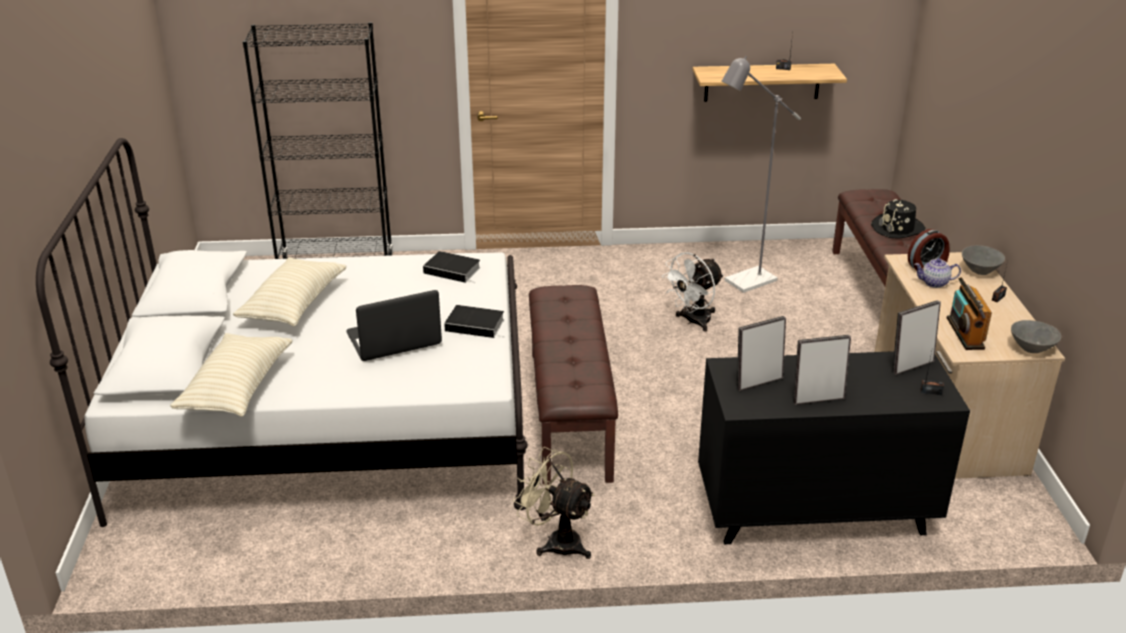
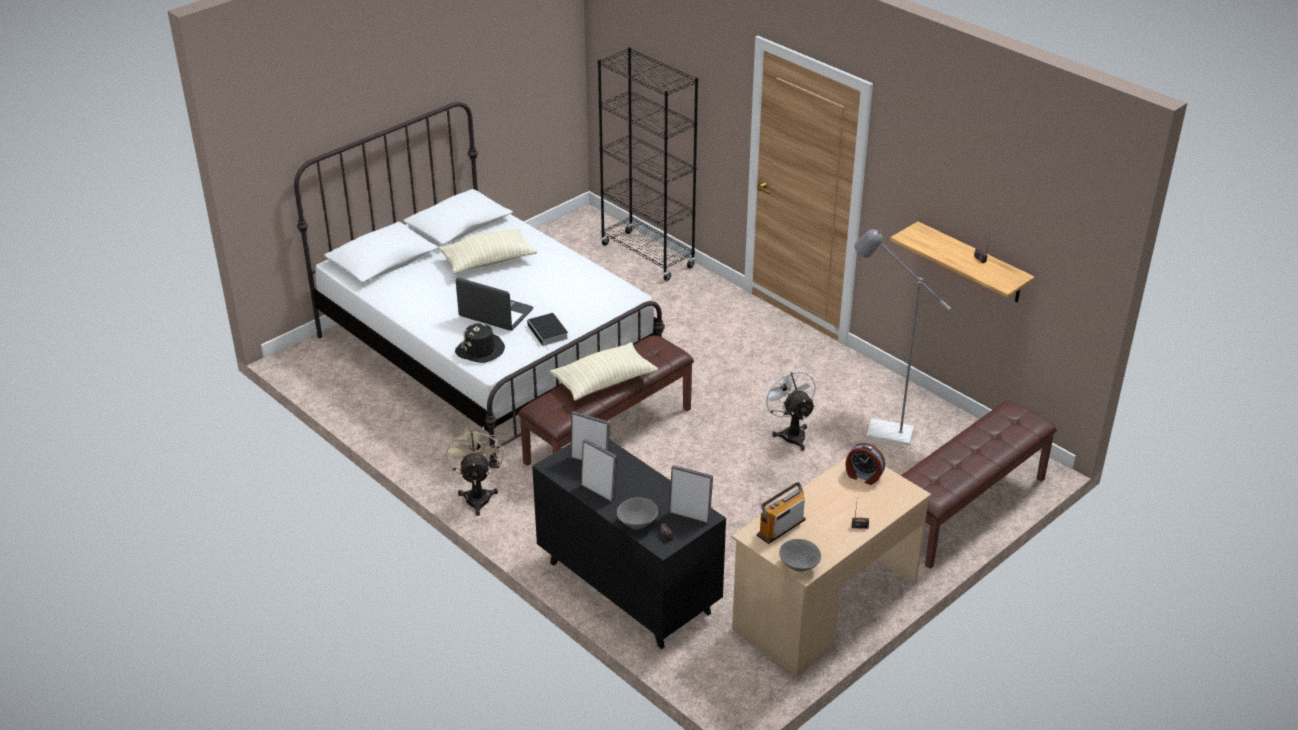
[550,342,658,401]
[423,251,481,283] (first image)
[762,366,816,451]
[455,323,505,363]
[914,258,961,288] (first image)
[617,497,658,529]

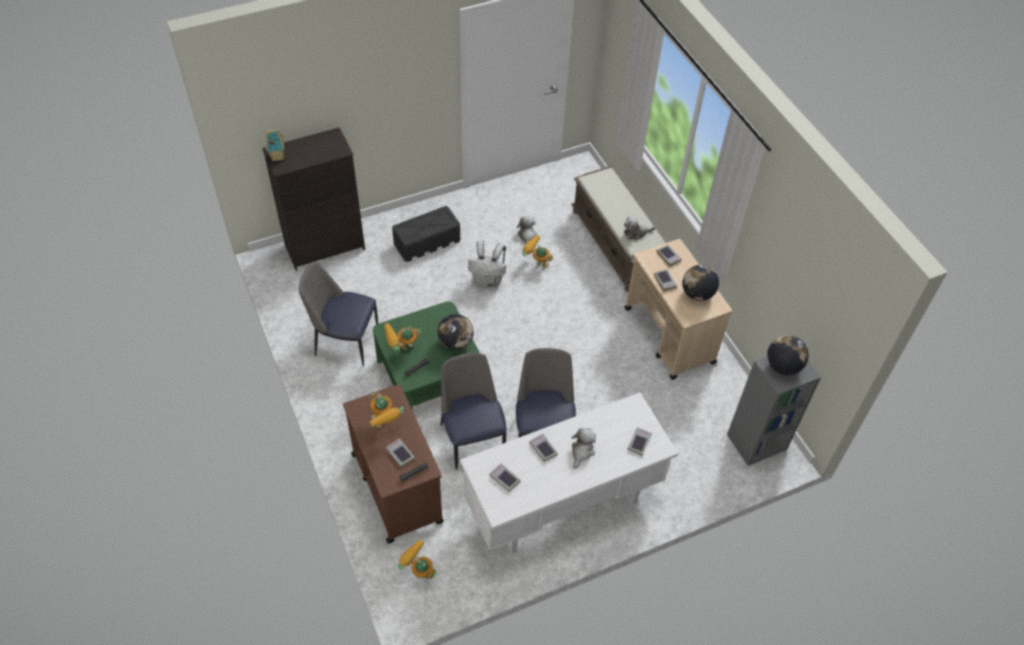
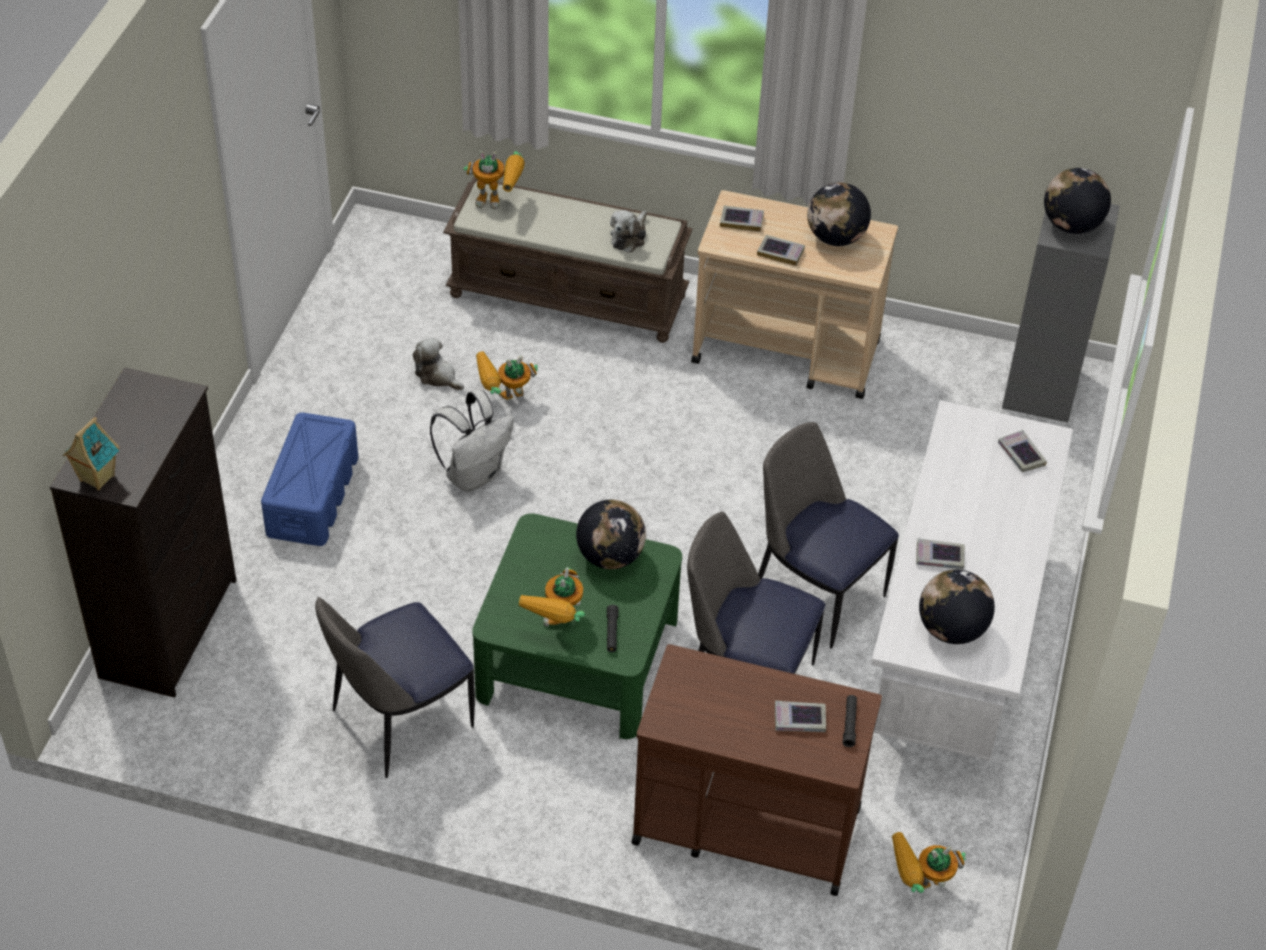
[463,151,525,209]
[261,412,358,546]
[919,569,995,644]
[572,428,596,469] (first image)

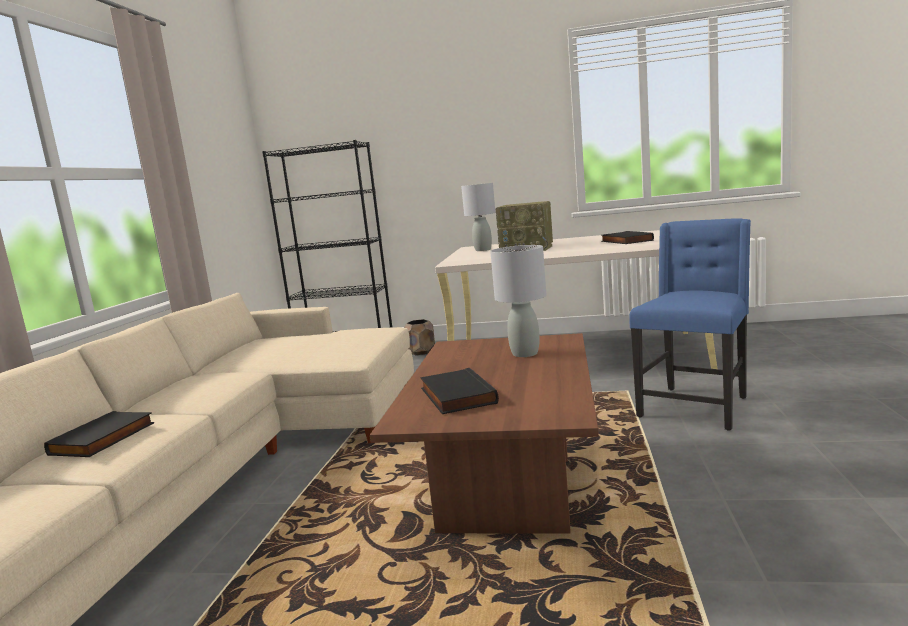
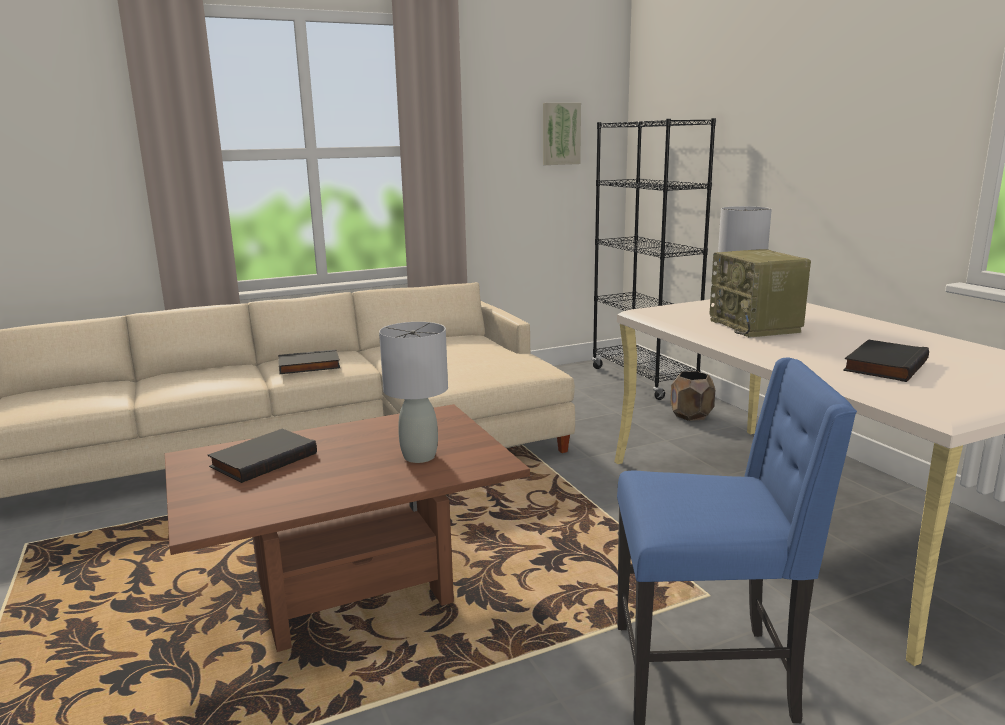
[278,349,340,374]
[543,103,581,165]

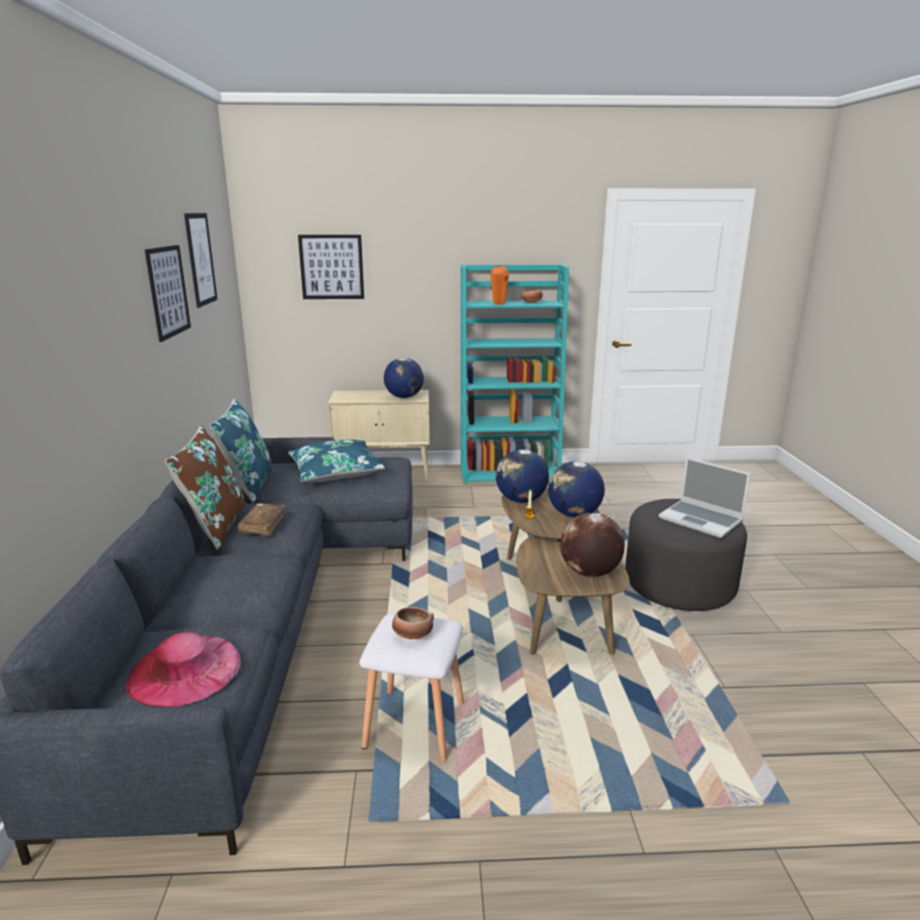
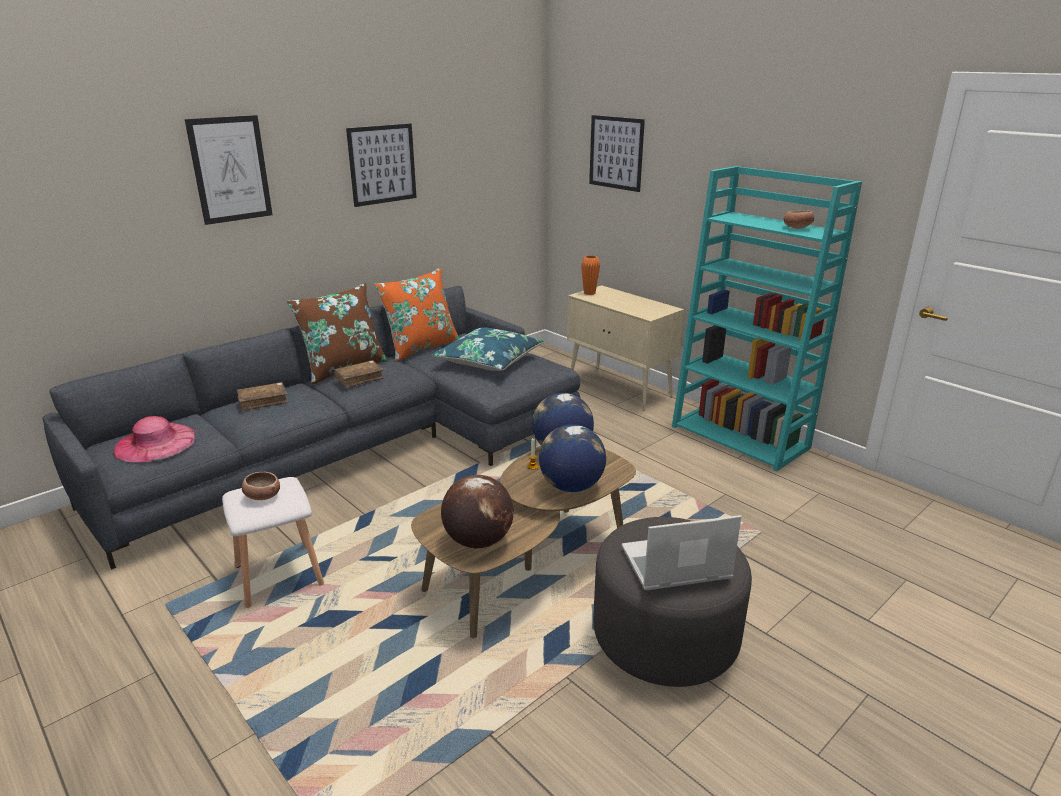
[185,115,273,225]
[374,268,459,362]
[384,358,424,398] (first image)
[581,255,600,295]
[622,515,741,590]
[237,382,288,411]

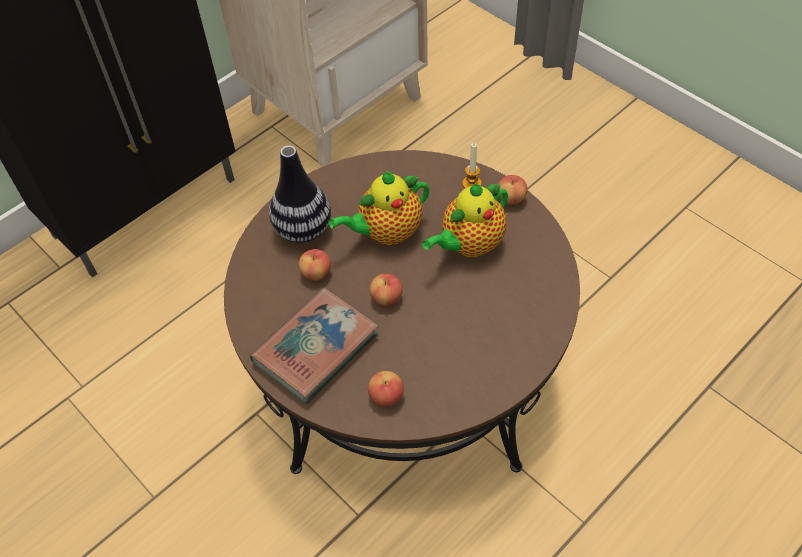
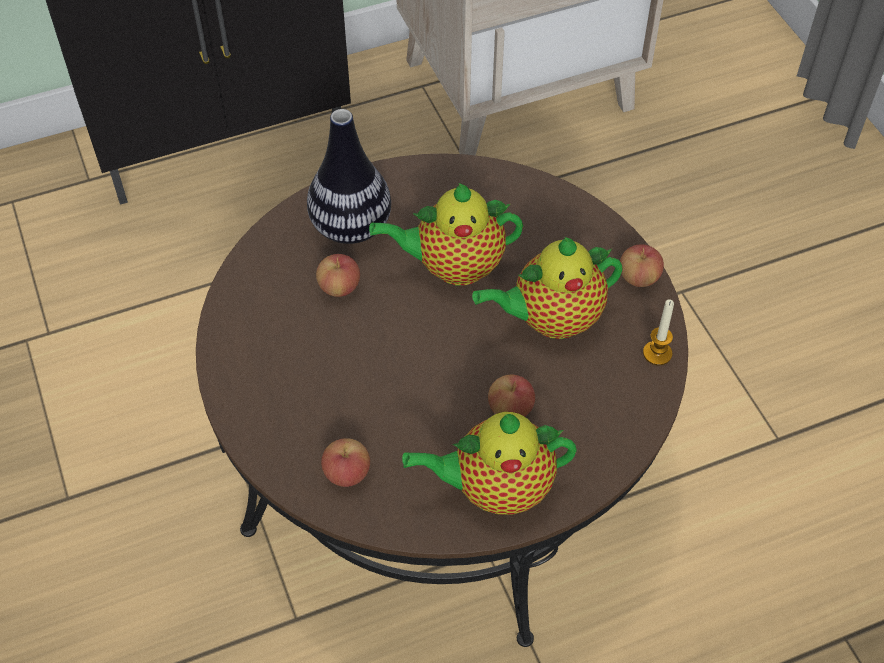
[250,288,378,404] (first image)
[488,374,535,417]
[643,299,674,365]
[402,412,577,515]

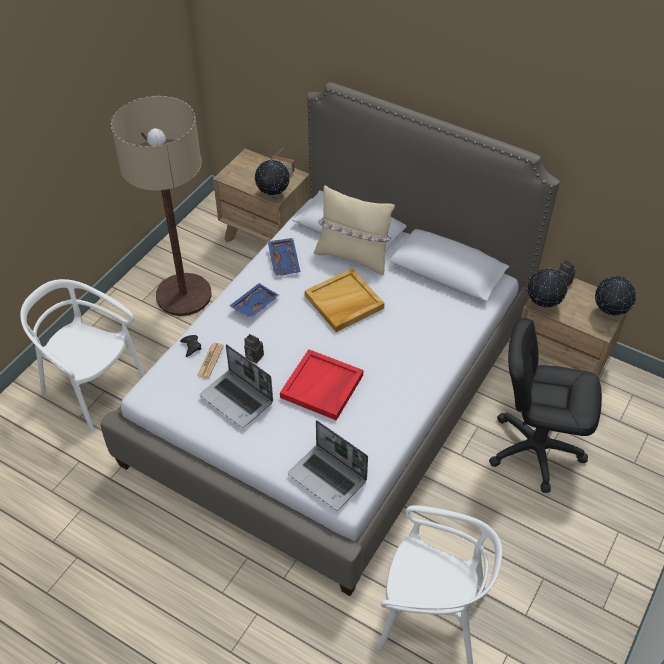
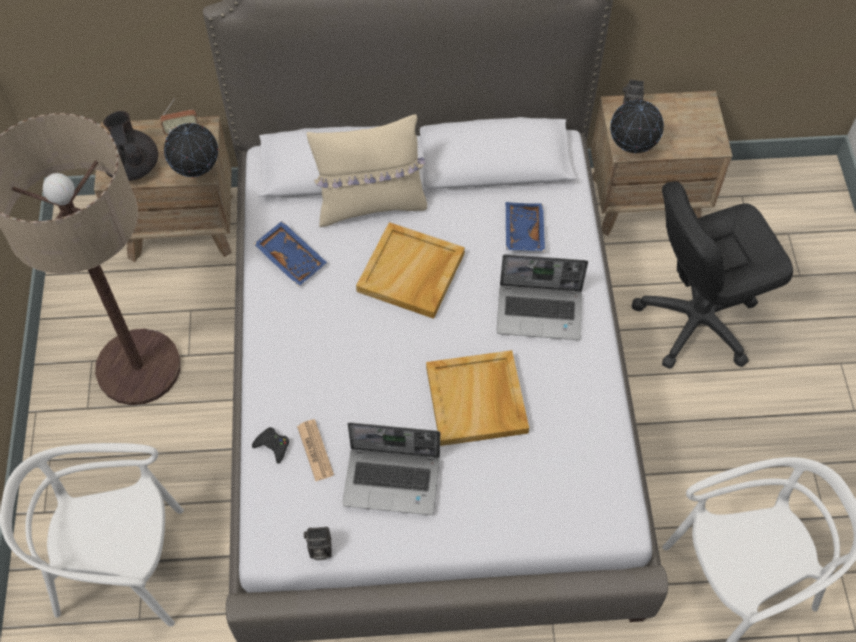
[506,202,545,251]
[304,527,332,560]
[426,350,529,446]
[497,254,588,340]
[595,276,636,316] (first image)
[103,111,158,181]

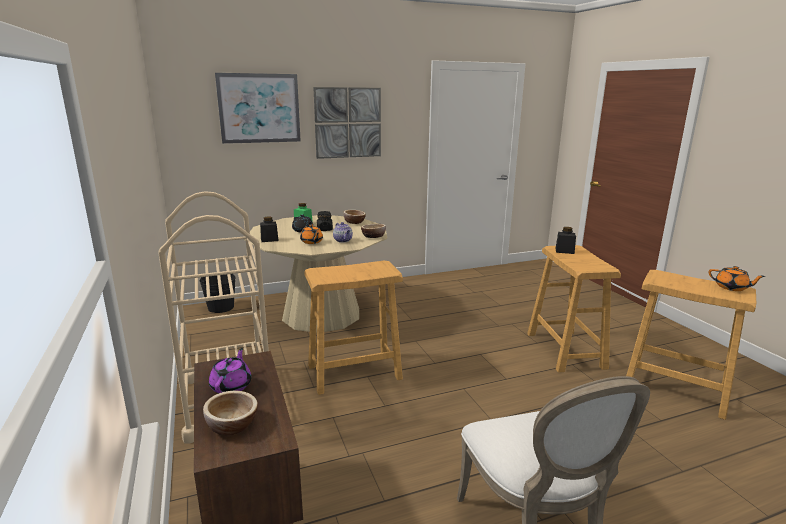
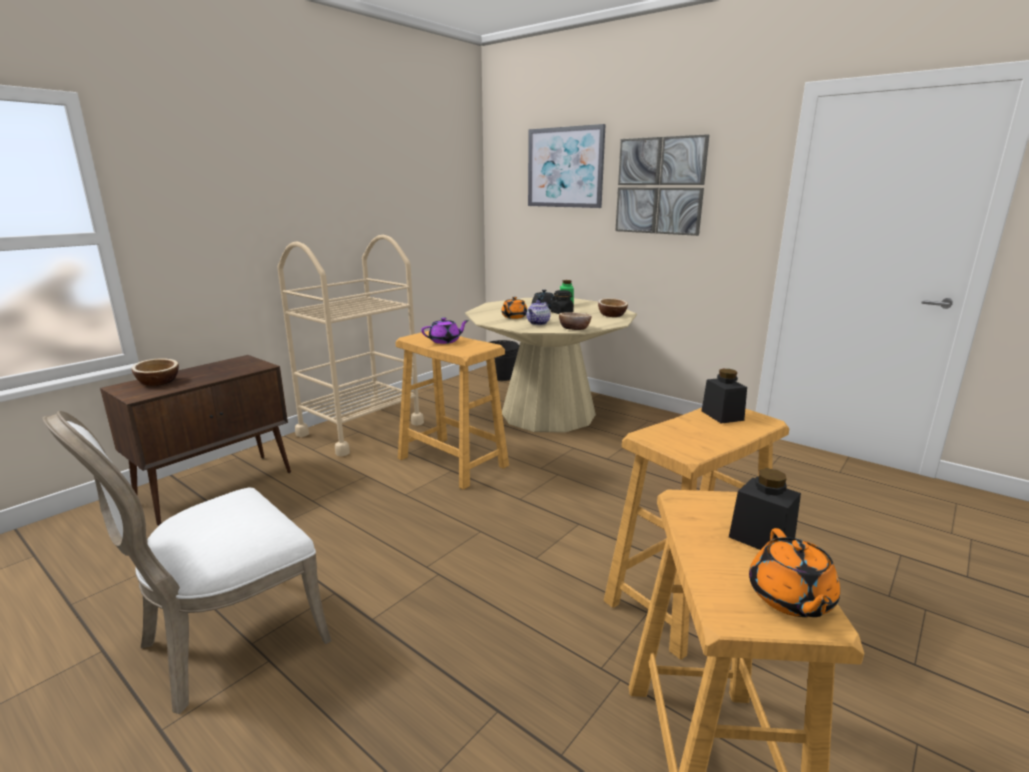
[421,317,469,344]
[729,468,801,550]

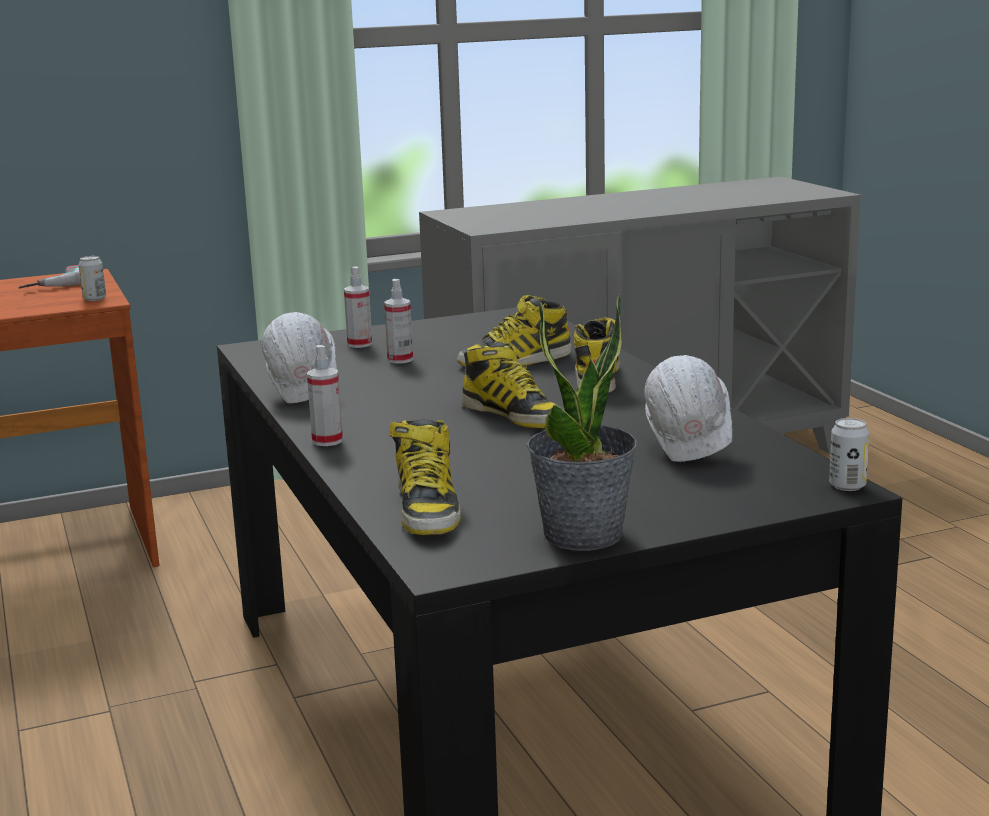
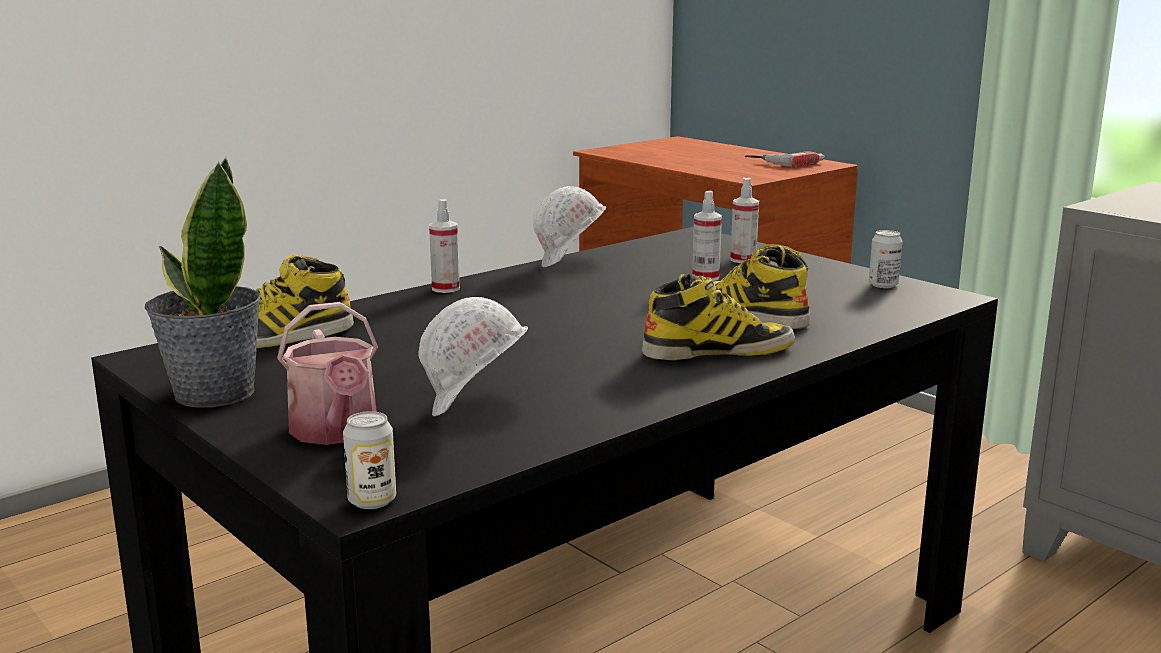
[869,230,902,288]
[461,342,565,428] (first image)
[277,302,378,445]

